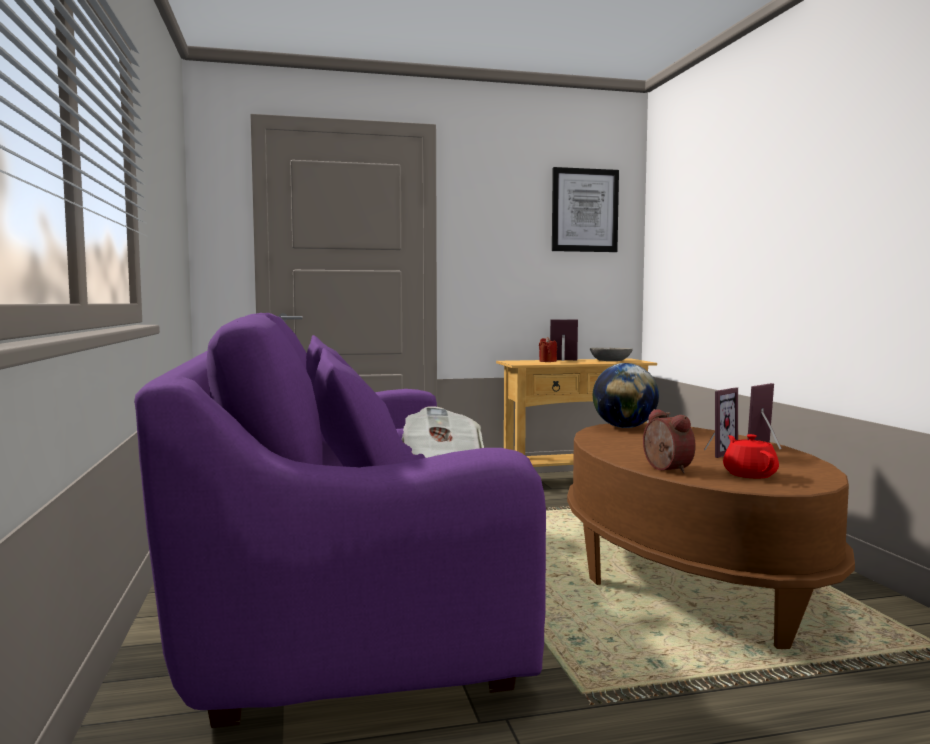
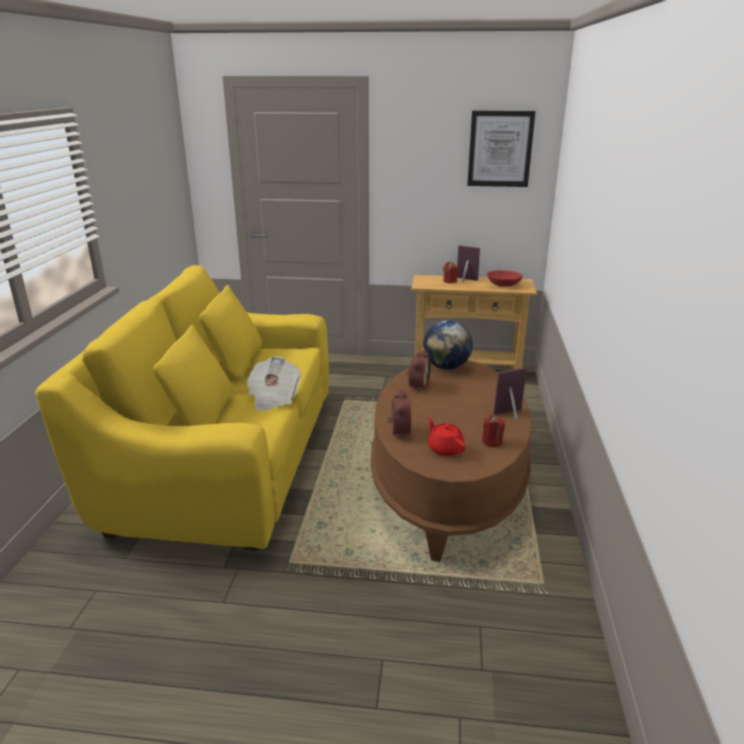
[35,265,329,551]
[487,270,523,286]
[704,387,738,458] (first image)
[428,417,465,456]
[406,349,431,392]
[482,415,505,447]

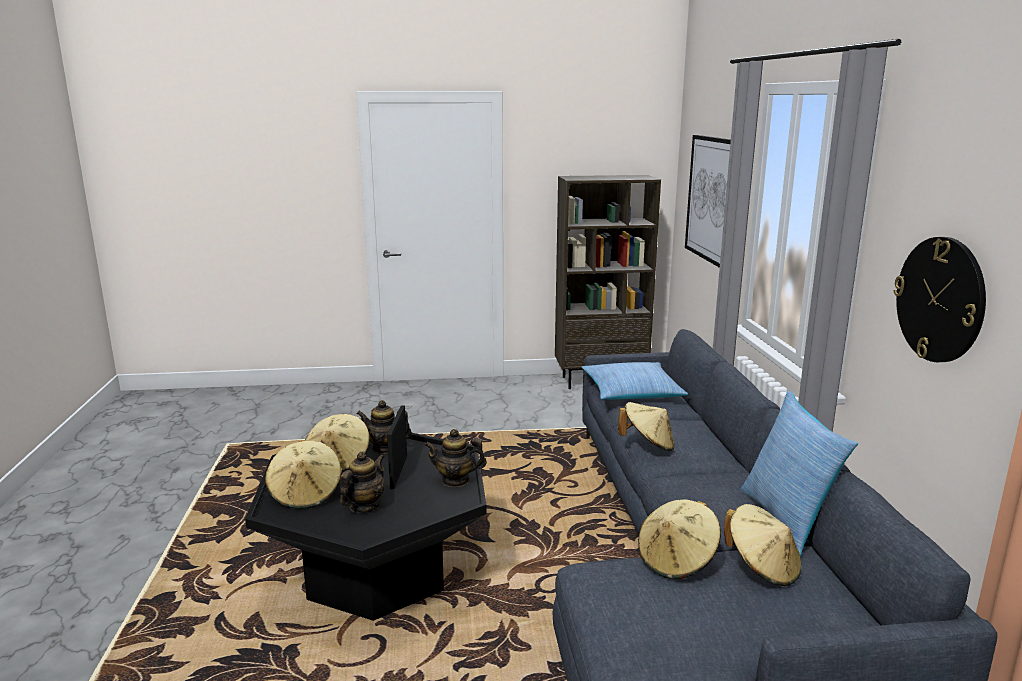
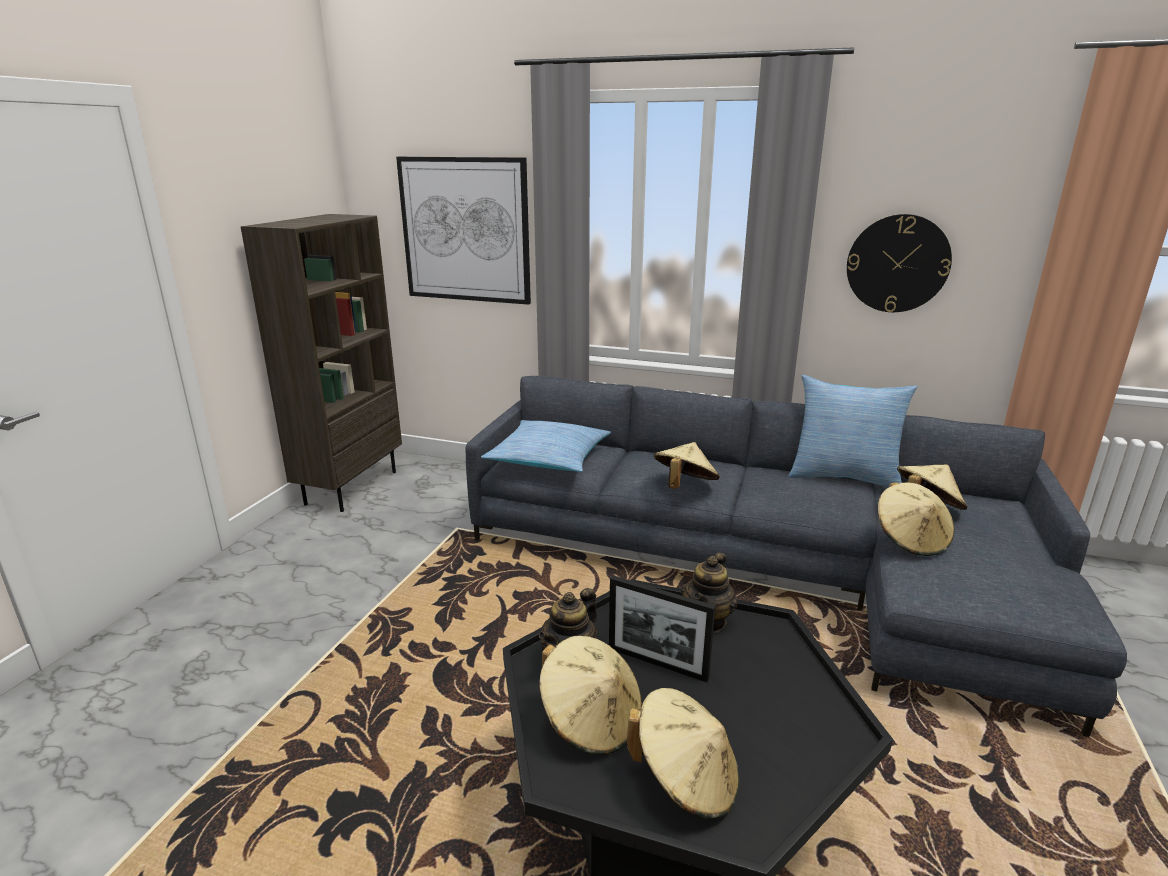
[340,452,385,513] (first image)

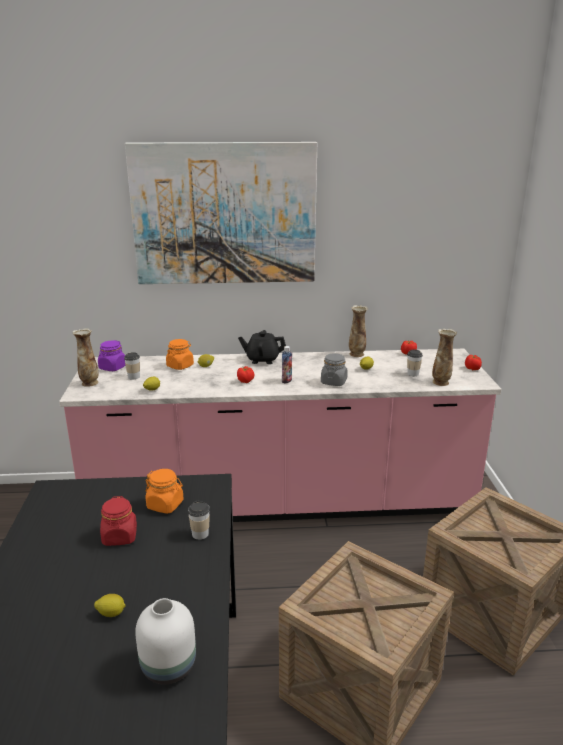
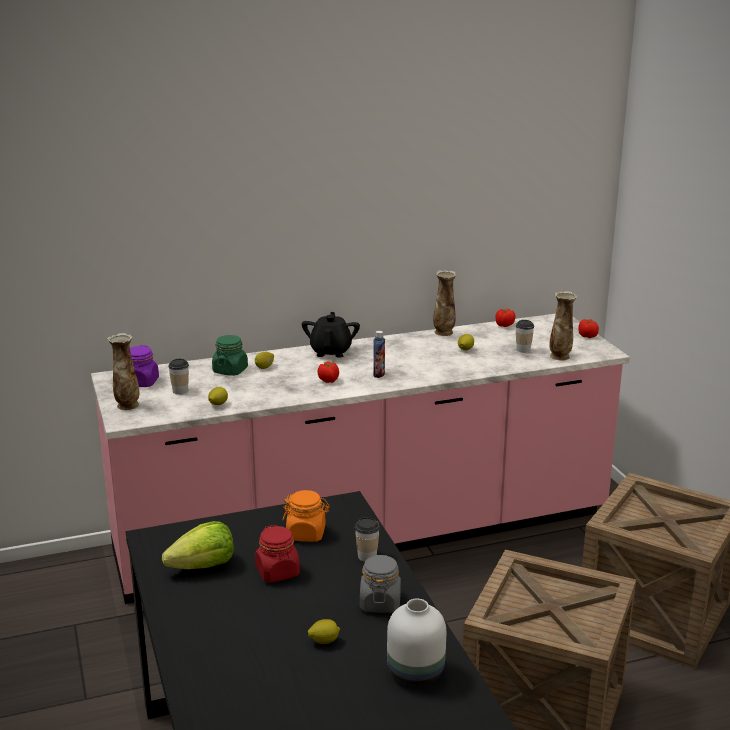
[125,142,317,284] (first image)
[212,335,248,376]
[302,312,360,358]
[360,555,401,613]
[162,521,234,569]

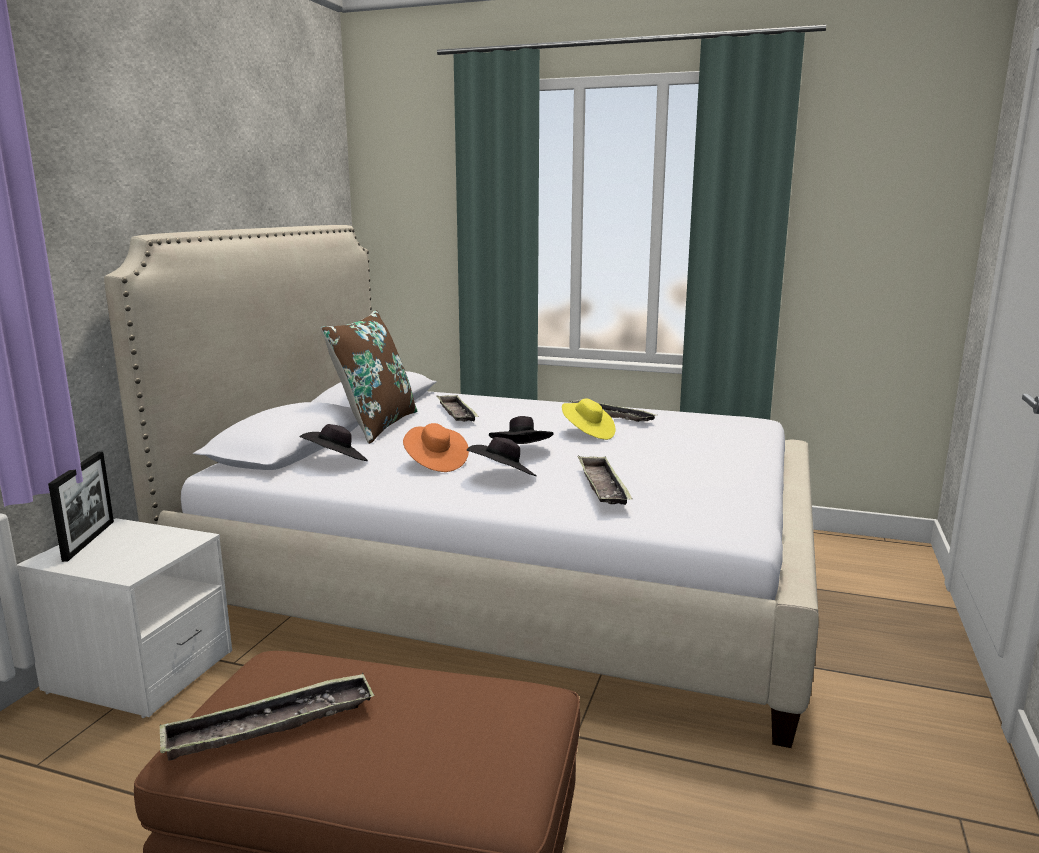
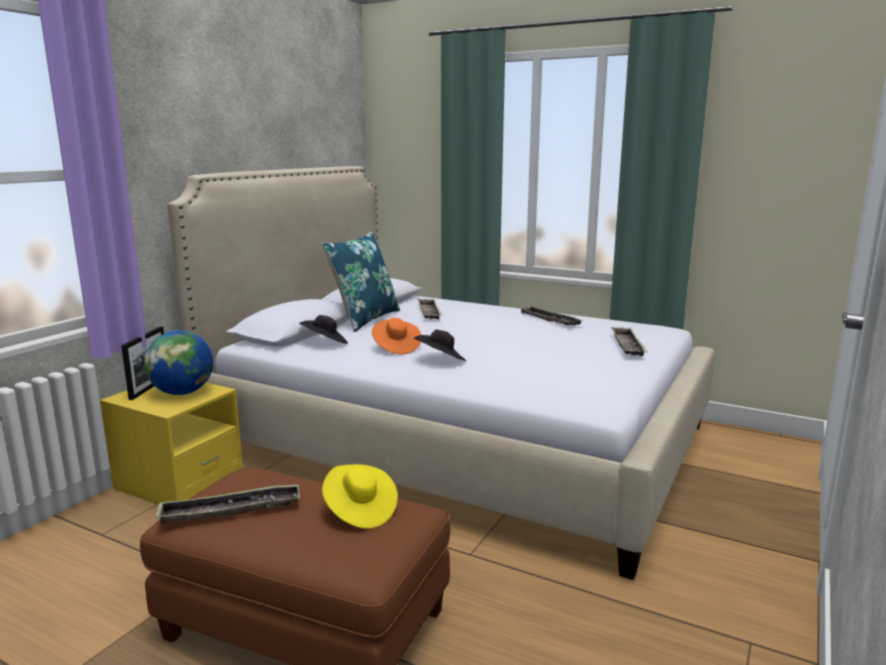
[100,383,243,505]
[322,232,400,332]
[489,416,553,444] (first image)
[322,464,398,529]
[611,326,648,356]
[144,330,213,395]

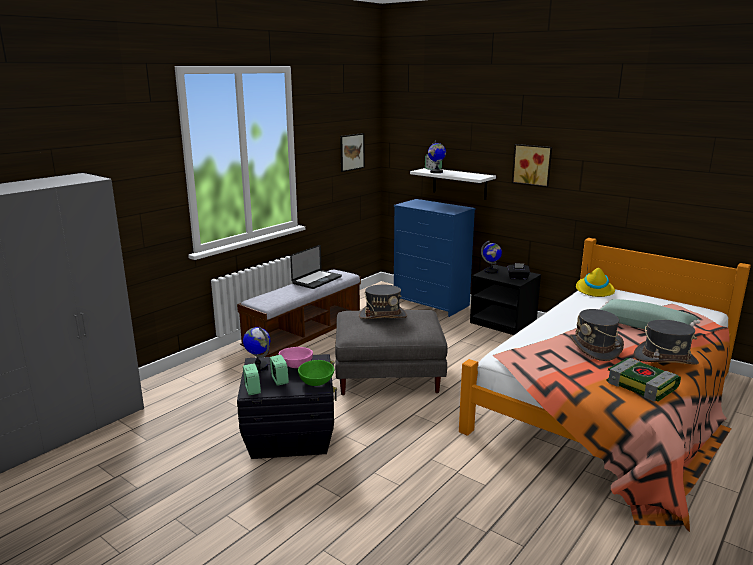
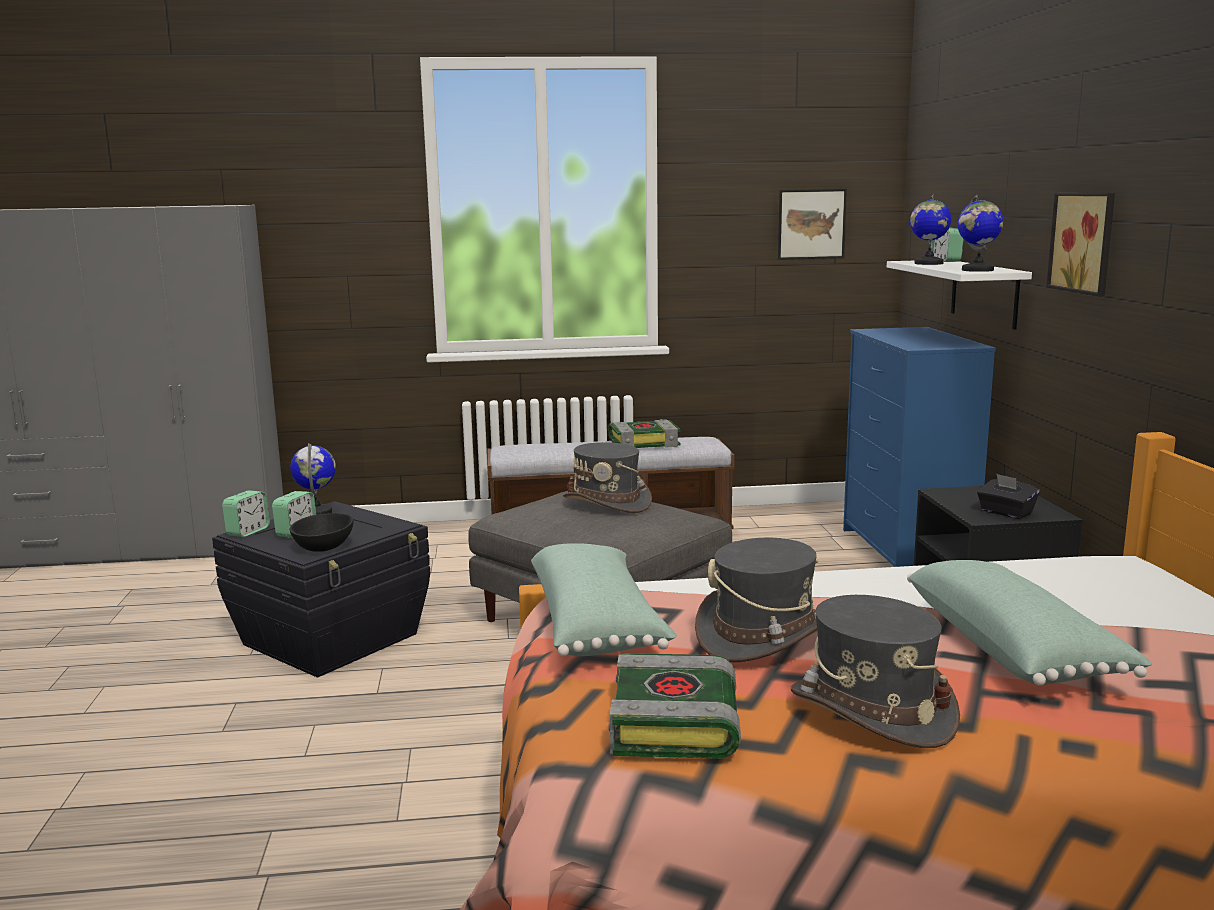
[279,347,313,368] (first image)
[608,419,680,448]
[290,513,353,552]
[958,195,1004,272]
[576,265,615,297] (first image)
[531,543,677,656]

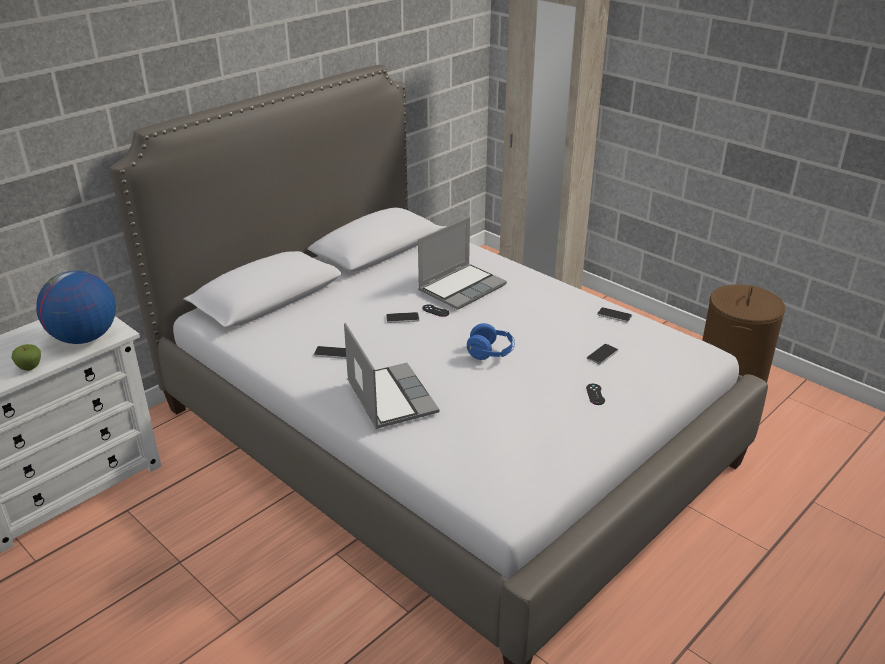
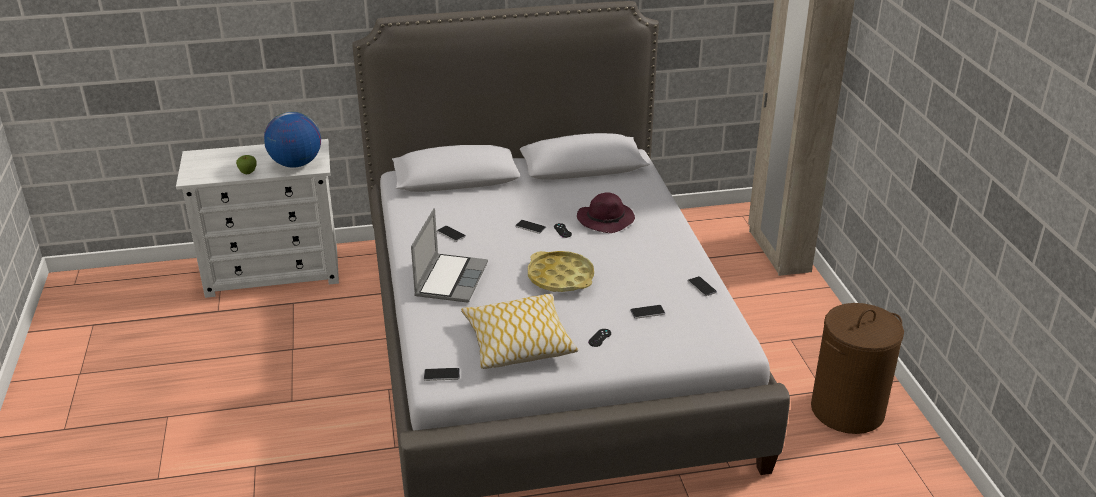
[577,192,635,233]
[528,251,594,292]
[424,368,460,381]
[461,293,578,369]

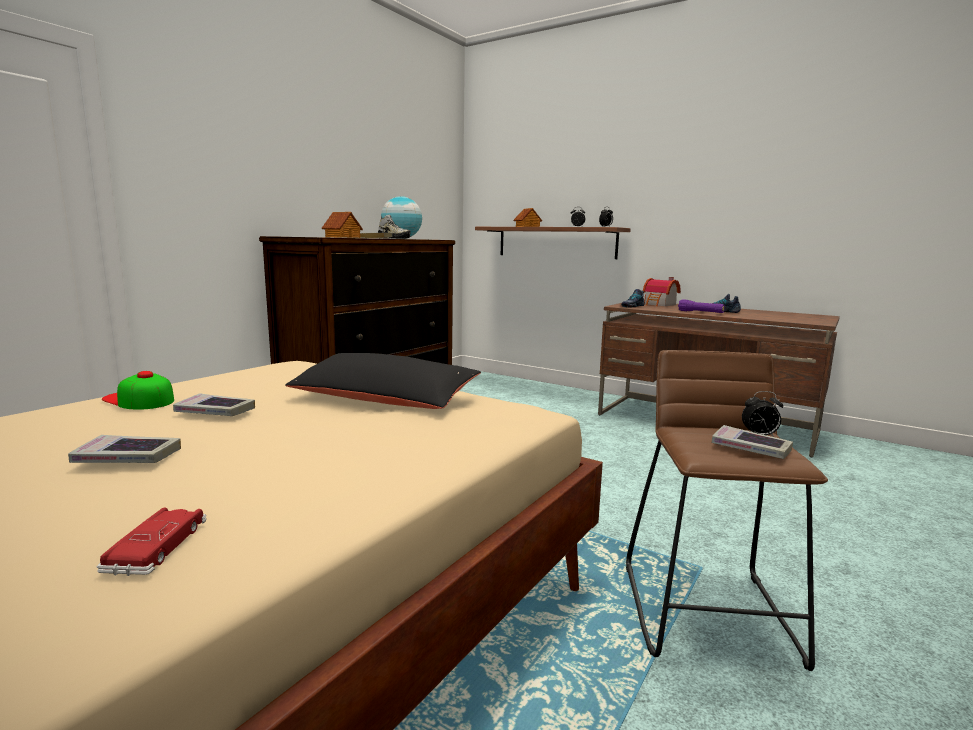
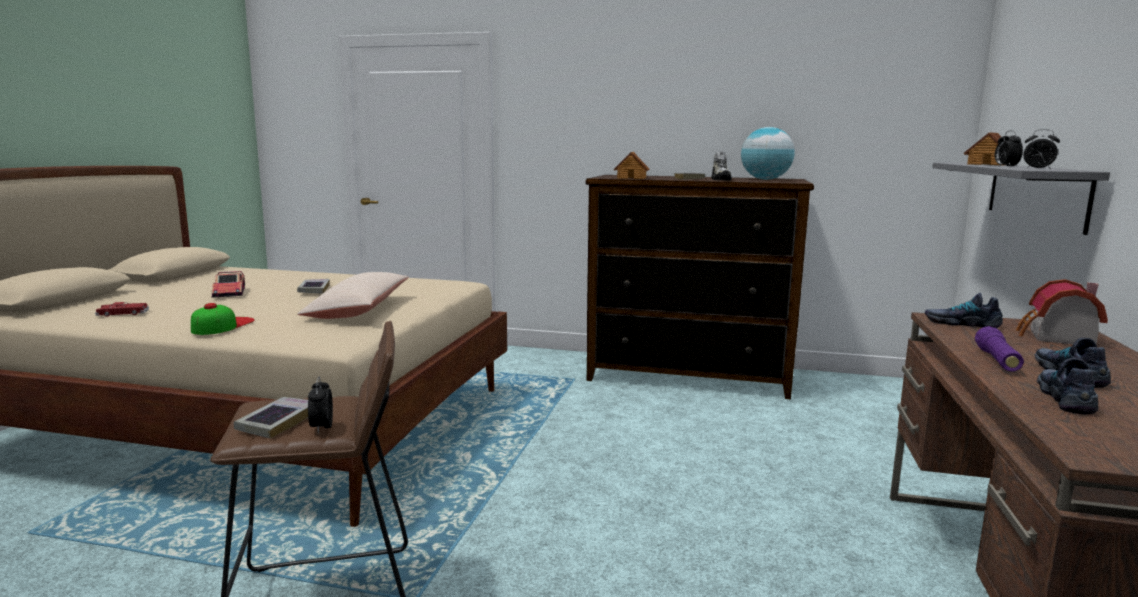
[212,271,245,297]
[191,303,255,335]
[297,272,409,319]
[932,163,1110,235]
[1037,358,1098,415]

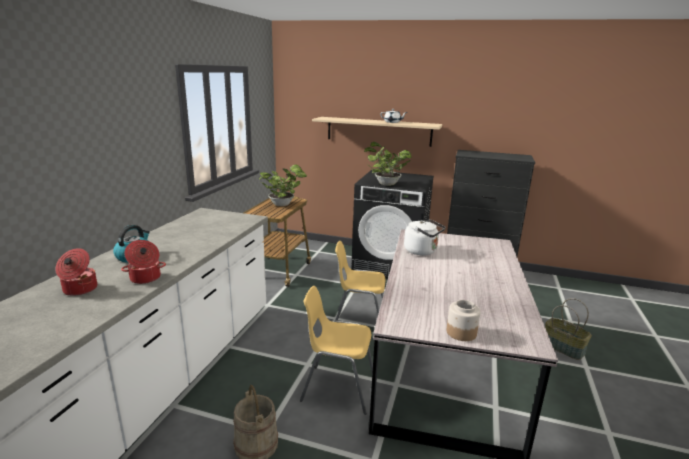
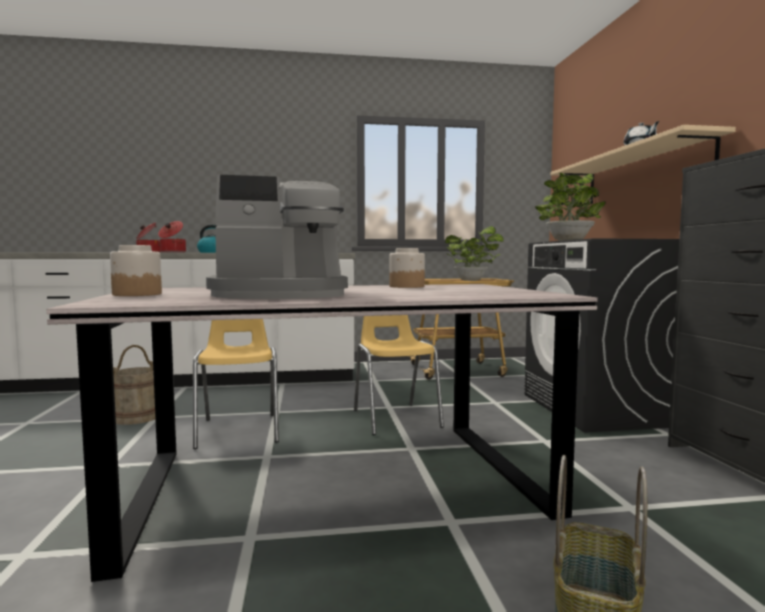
[389,248,425,288]
[206,174,348,299]

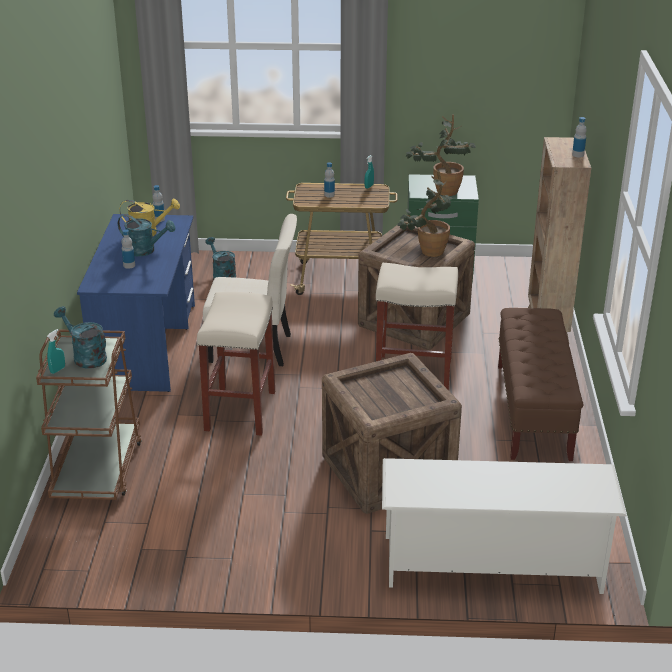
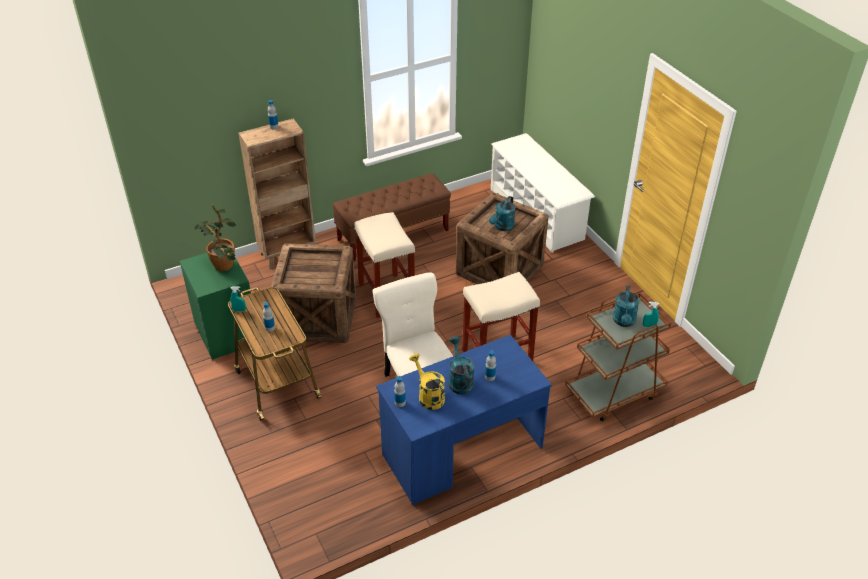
[489,196,515,231]
[397,171,452,257] (first image)

